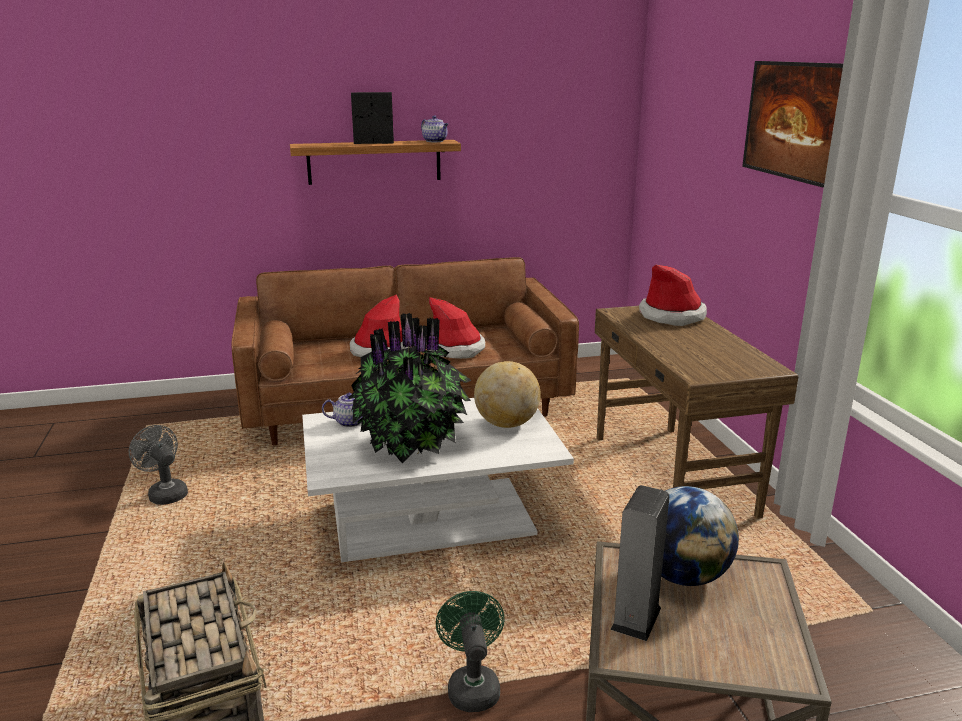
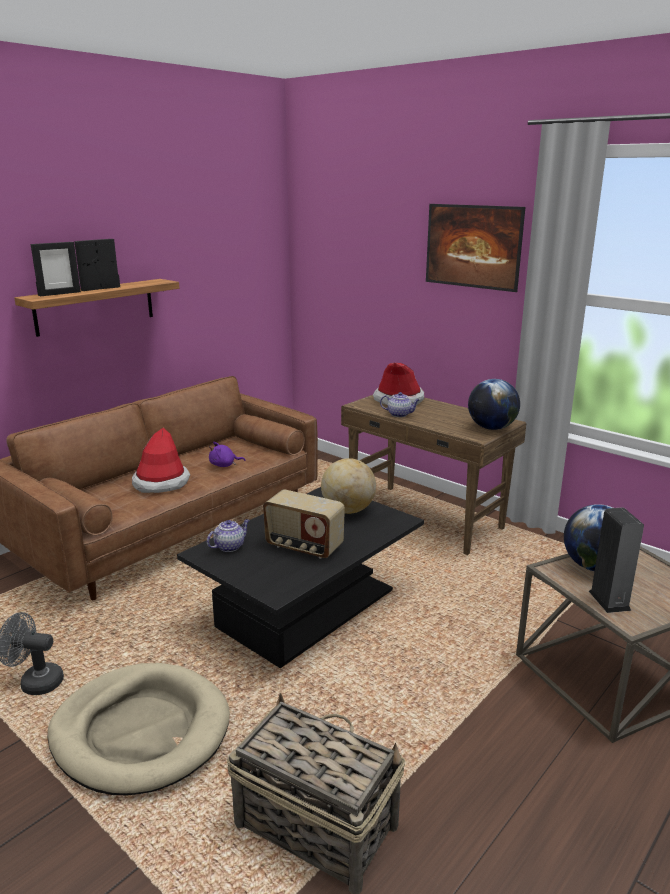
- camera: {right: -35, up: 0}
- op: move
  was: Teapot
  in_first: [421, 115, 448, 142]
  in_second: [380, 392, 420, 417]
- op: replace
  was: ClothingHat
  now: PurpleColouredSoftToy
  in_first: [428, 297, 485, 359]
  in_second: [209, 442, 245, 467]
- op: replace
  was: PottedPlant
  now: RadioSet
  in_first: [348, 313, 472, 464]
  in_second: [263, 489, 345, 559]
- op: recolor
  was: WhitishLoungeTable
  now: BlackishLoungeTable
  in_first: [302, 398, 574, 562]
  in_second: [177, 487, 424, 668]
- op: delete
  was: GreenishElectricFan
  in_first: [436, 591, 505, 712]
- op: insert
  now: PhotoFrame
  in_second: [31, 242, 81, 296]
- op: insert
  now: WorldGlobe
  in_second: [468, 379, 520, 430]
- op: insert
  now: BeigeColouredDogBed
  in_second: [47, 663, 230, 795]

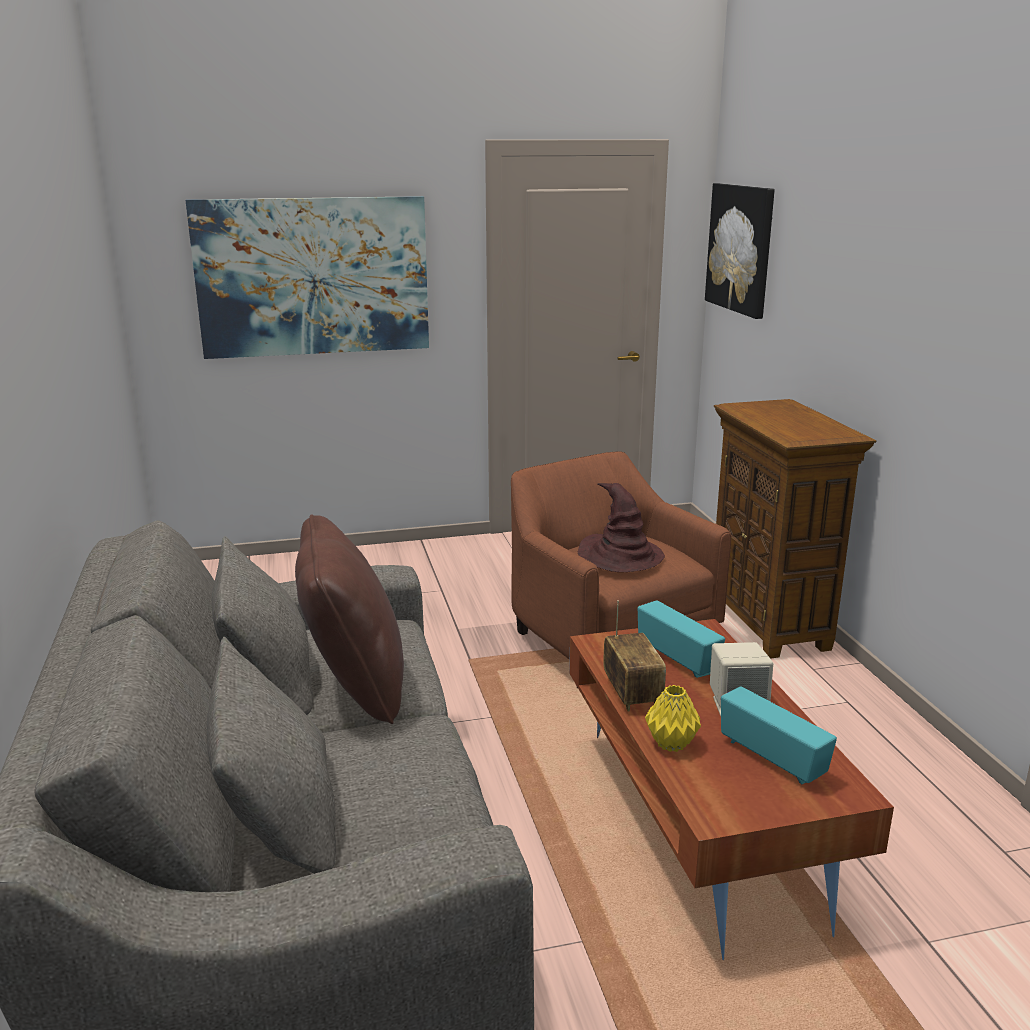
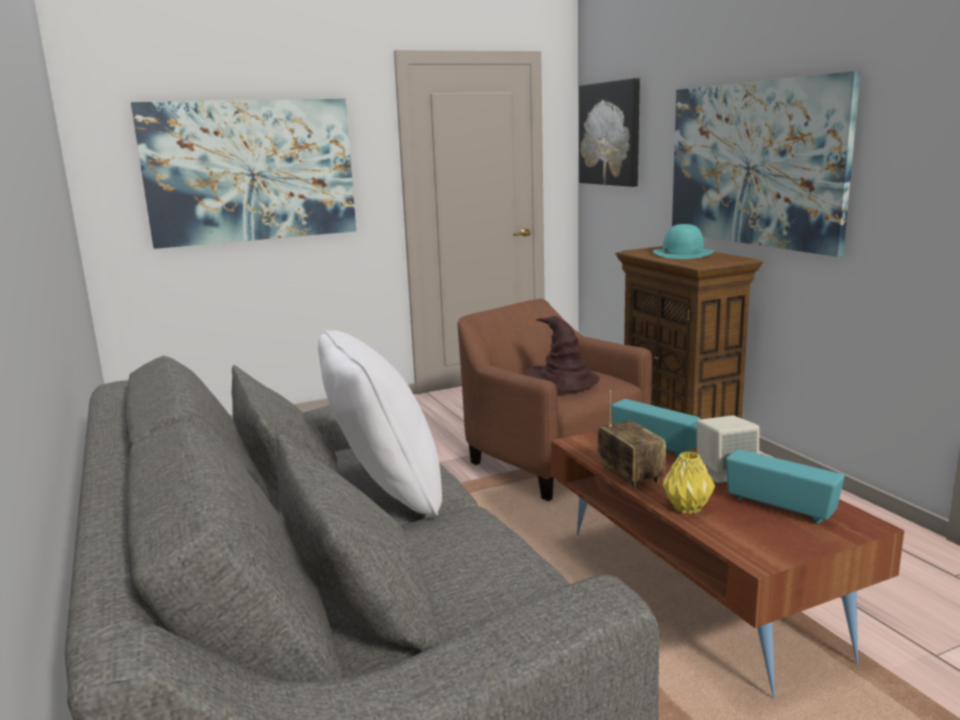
- camera: {right: -10, up: -5}
- op: recolor
  was: BrownThrowPillow
  now: WhitishThrowPillow
  in_first: [295, 514, 404, 724]
  in_second: [318, 330, 442, 516]
- op: insert
  now: WallArt
  in_second: [672, 71, 861, 257]
- op: insert
  now: TurquoiseClothingHat
  in_second: [653, 224, 714, 259]

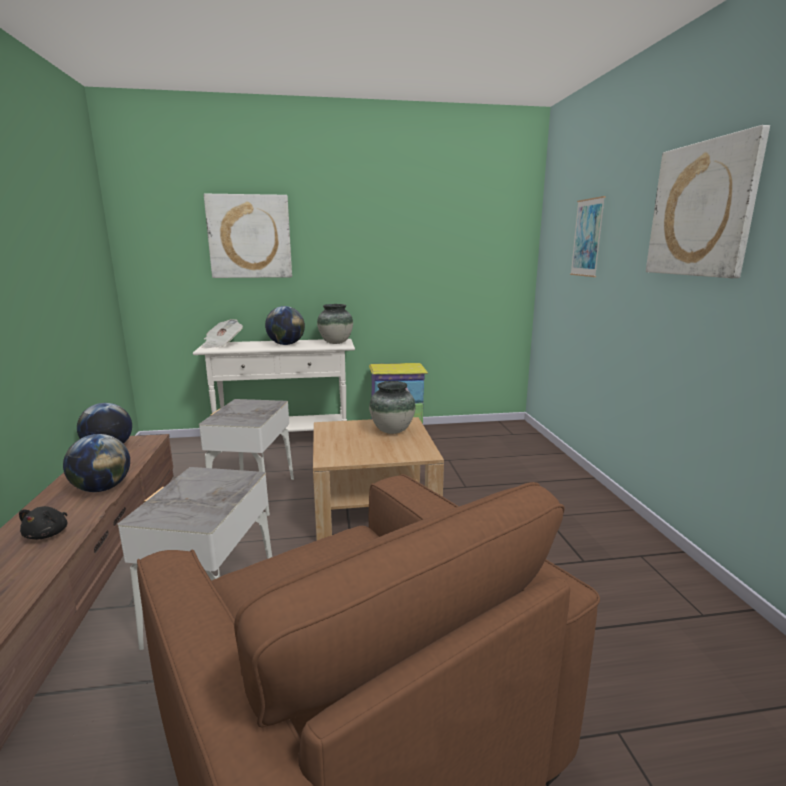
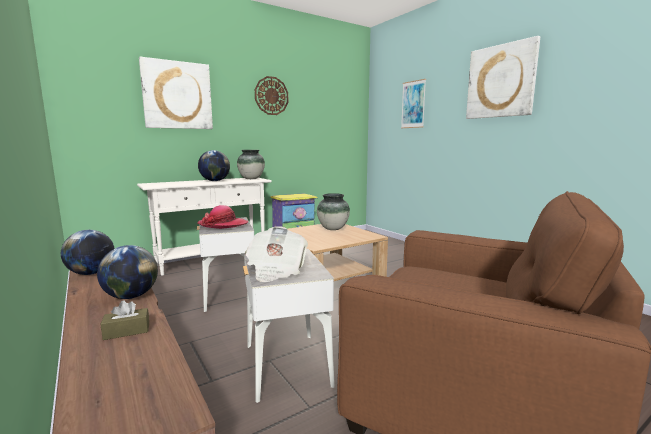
- camera: {right: -25, up: -5}
- op: move
  was: Newspaper
  in_first: [201, 319, 243, 348]
  in_second: [245, 226, 308, 282]
- op: replace
  was: BlackishSoftToy
  now: BrownTissueBox
  in_first: [19, 506, 67, 540]
  in_second: [100, 300, 149, 340]
- op: insert
  now: WallClock
  in_second: [255, 76, 288, 115]
- op: insert
  now: ClothingHat
  in_second: [197, 205, 248, 229]

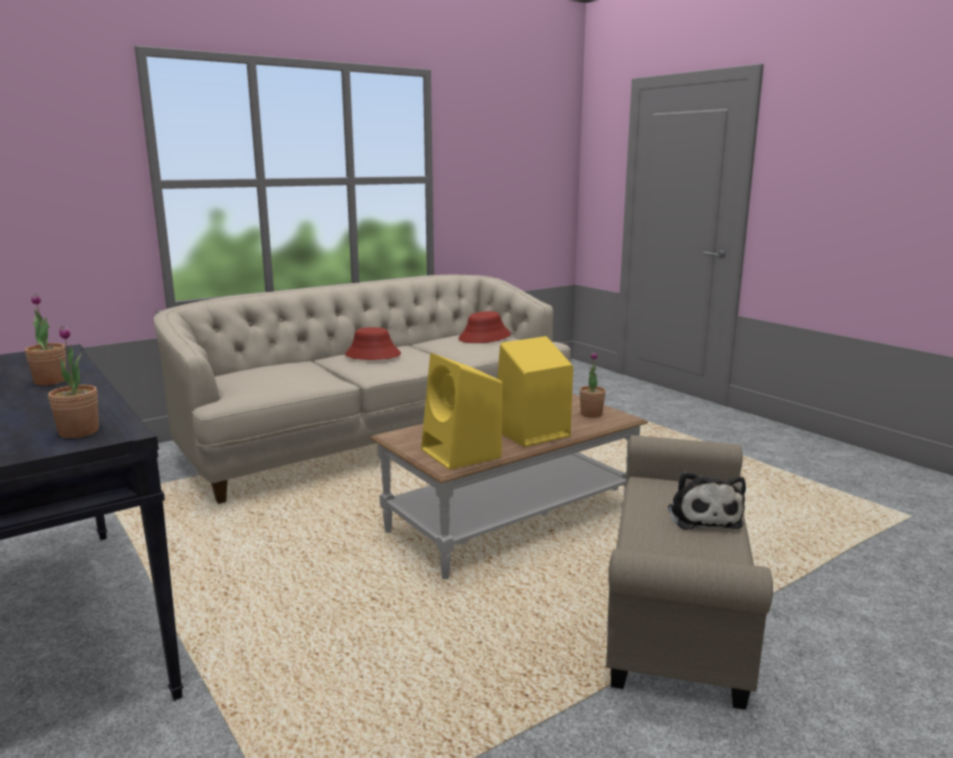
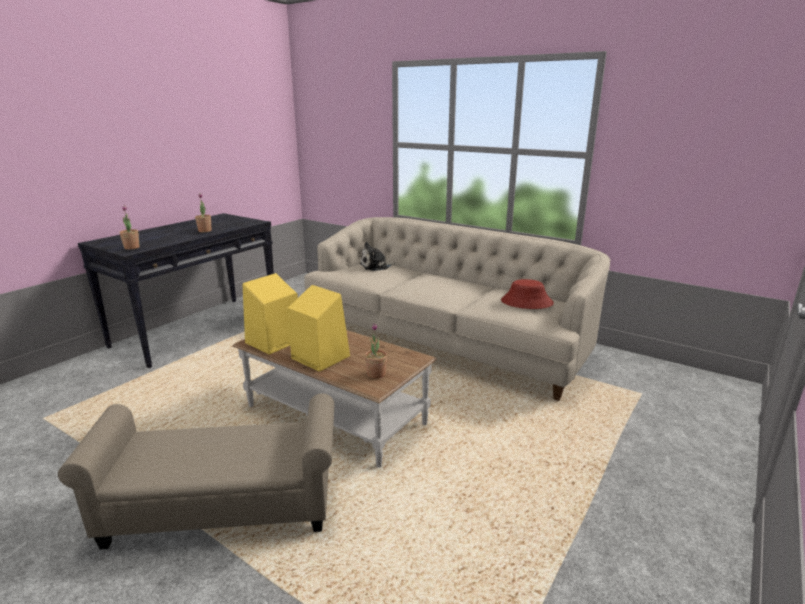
- camera: {right: 70, up: 5}
- op: delete
  was: RedColouredClothingHat
  in_first: [345, 327, 401, 360]
- op: move
  was: SoftToy
  in_first: [668, 471, 746, 530]
  in_second: [360, 242, 395, 271]

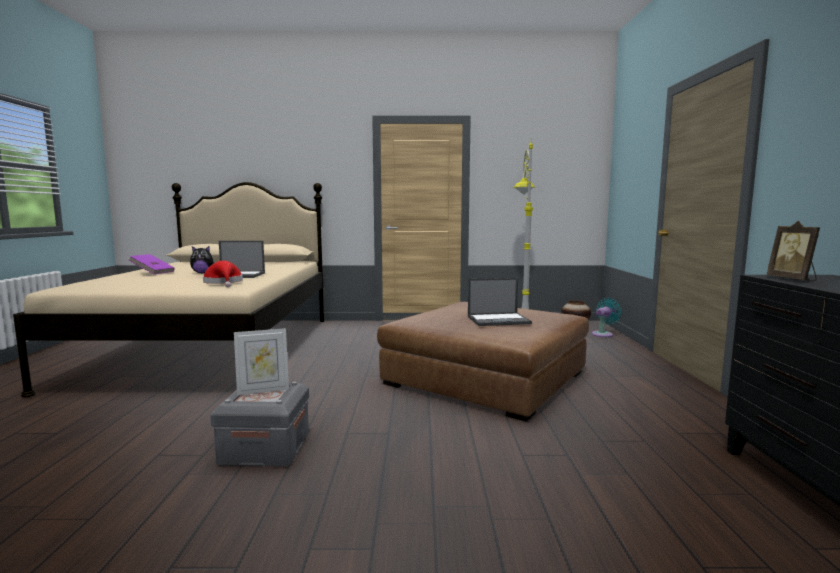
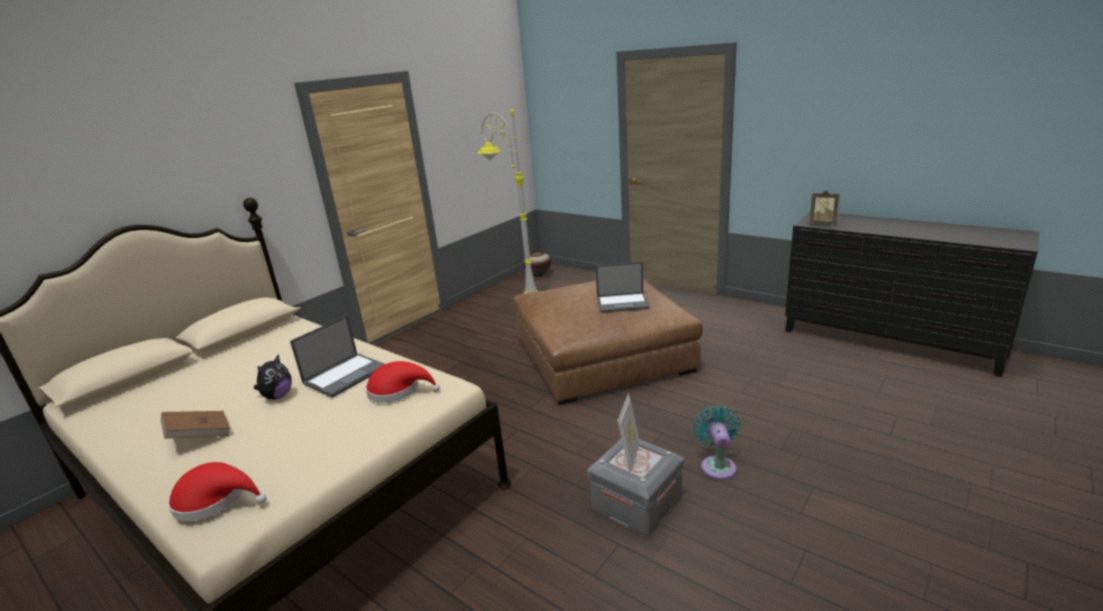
- camera: {right: -50, up: 15}
- op: recolor
  was: PurpleColouredBoundBook
  now: BrownBoundBook
  in_first: [129, 254, 175, 275]
  in_second: [161, 411, 230, 439]
- op: rotate
  was: Laptop
  in_first: [468, 278, 532, 326]
  in_second: [595, 262, 650, 313]
  clockwise: 60
- op: move
  was: TurquoiseElectricFan
  in_first: [592, 298, 622, 337]
  in_second: [693, 406, 740, 480]
- op: insert
  now: RedColouredClothingHat
  in_second: [168, 462, 267, 521]

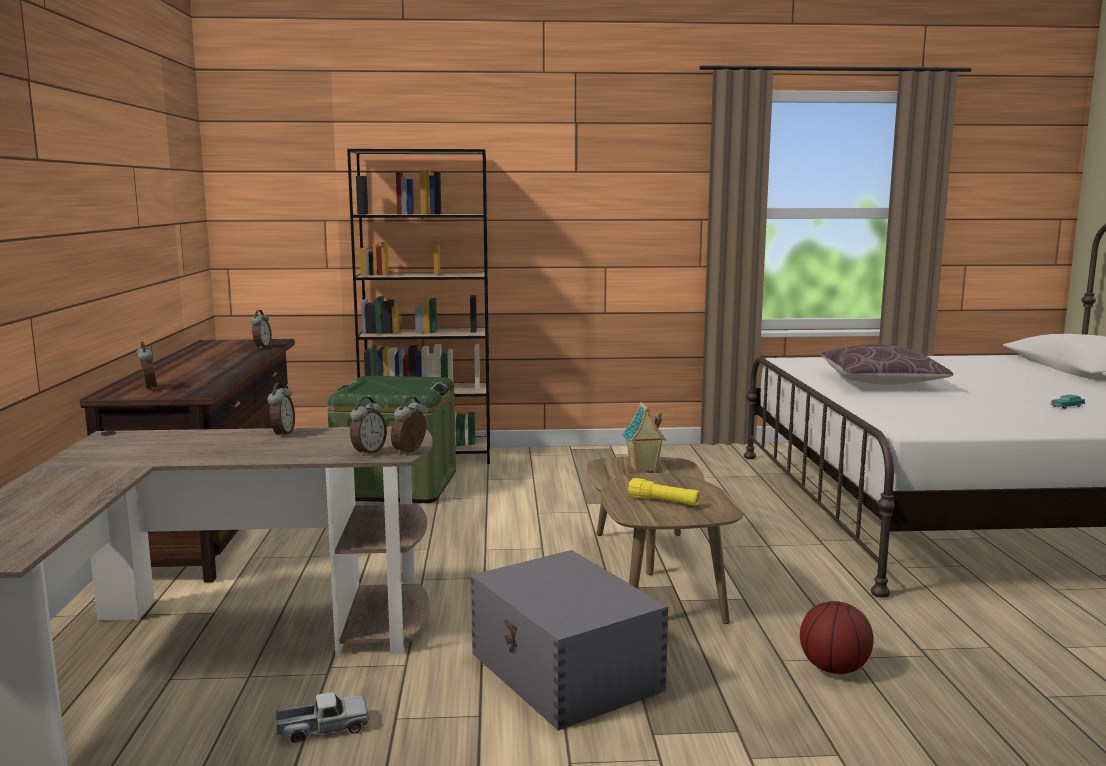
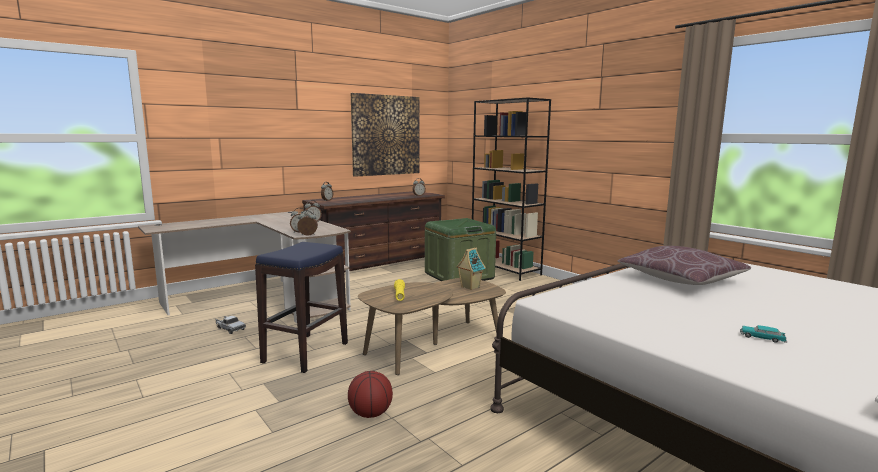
- camera: {right: 55, up: 0}
- op: replace
  was: GrayStorageBox
  now: Stool
  in_first: [471, 550, 668, 731]
  in_second: [255, 242, 348, 373]
- op: insert
  now: WallArt
  in_second: [351, 93, 420, 177]

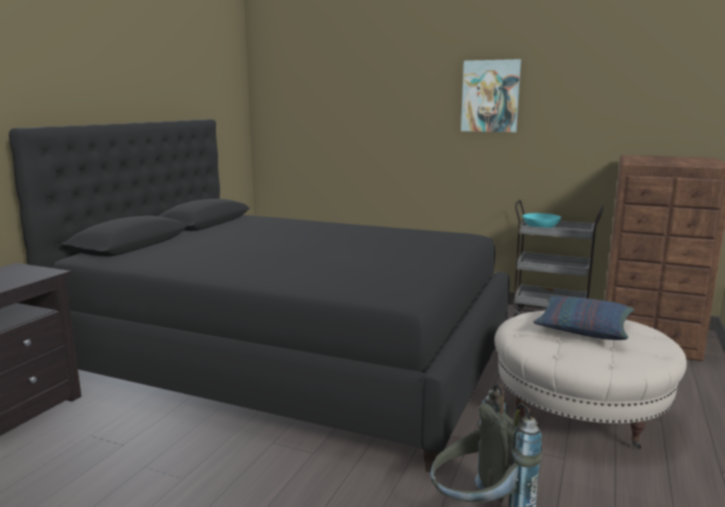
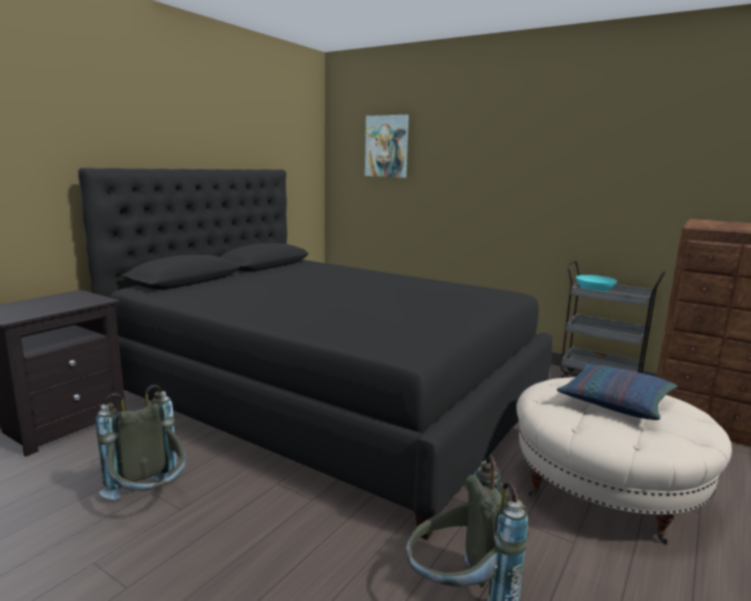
- camera: {right: 10, up: 0}
- op: move
  was: WallArt
  in_first: [461, 59, 521, 132]
  in_second: [365, 115, 409, 178]
- op: insert
  now: GrayBackpack
  in_second: [96, 385, 186, 500]

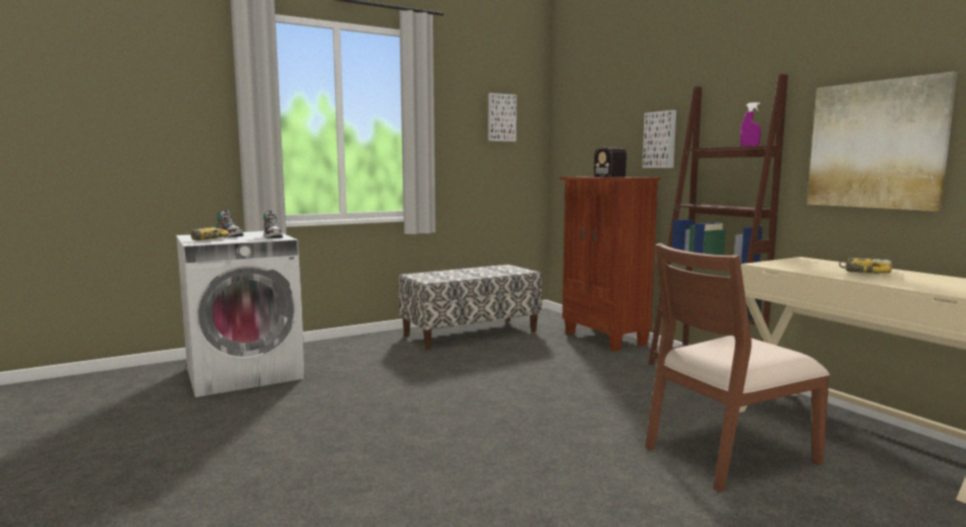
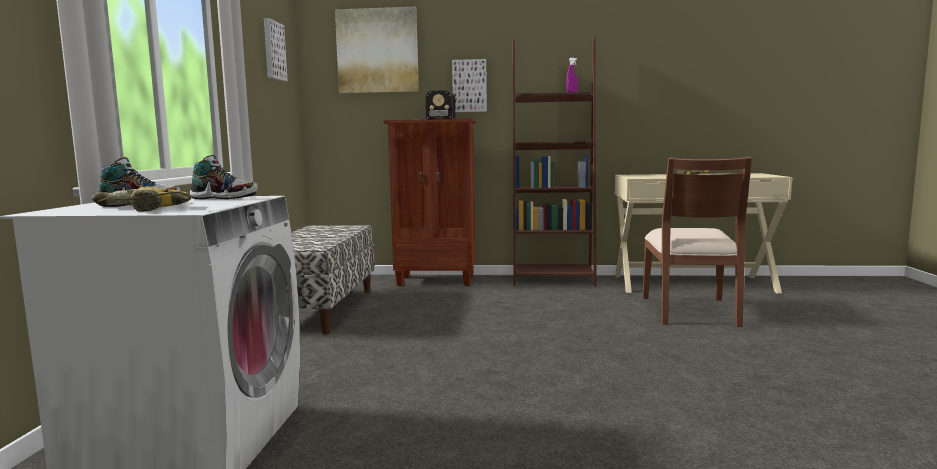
- camera: {right: -55, up: 0}
- op: move
  was: WallArt
  in_first: [807, 72, 957, 211]
  in_second: [335, 7, 419, 94]

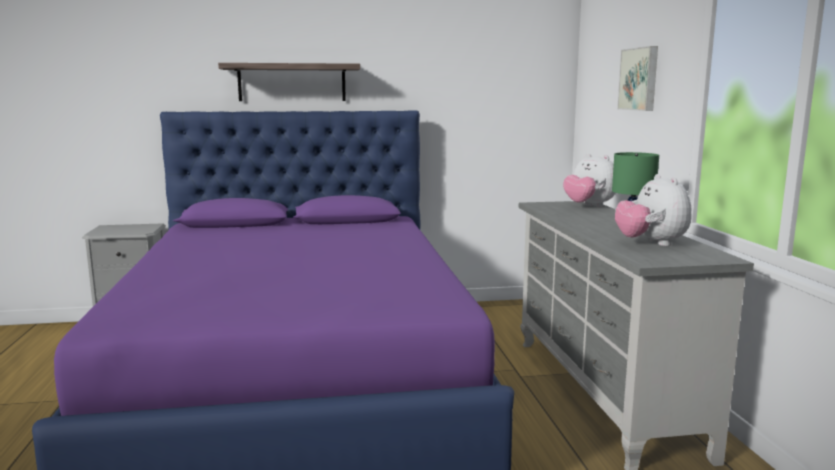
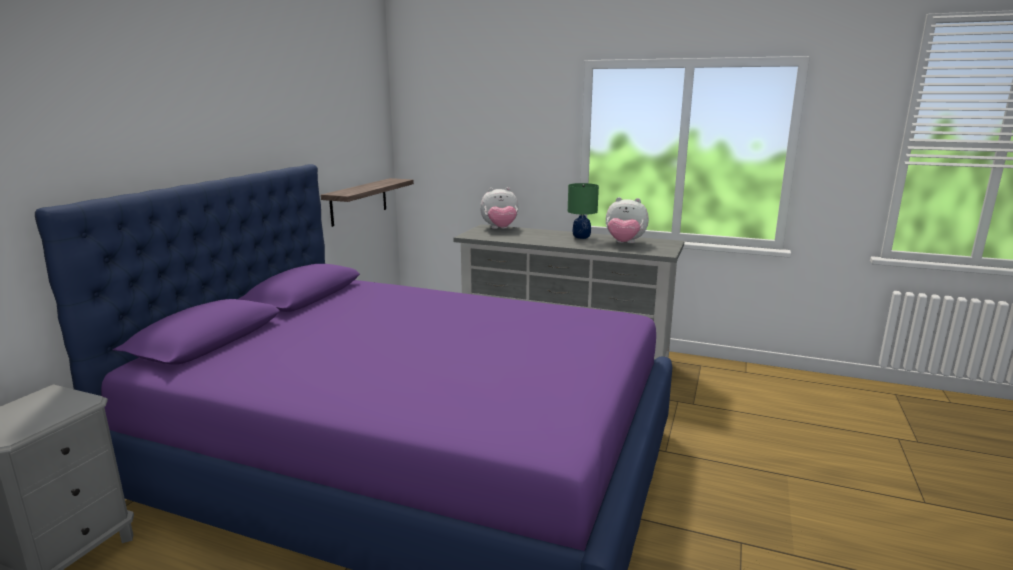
- camera: {right: -60, up: 5}
- op: delete
  was: WallArt
  in_first: [617, 46, 658, 111]
- op: move
  was: BracketShelf
  in_first: [218, 63, 360, 101]
  in_second: [321, 178, 414, 227]

